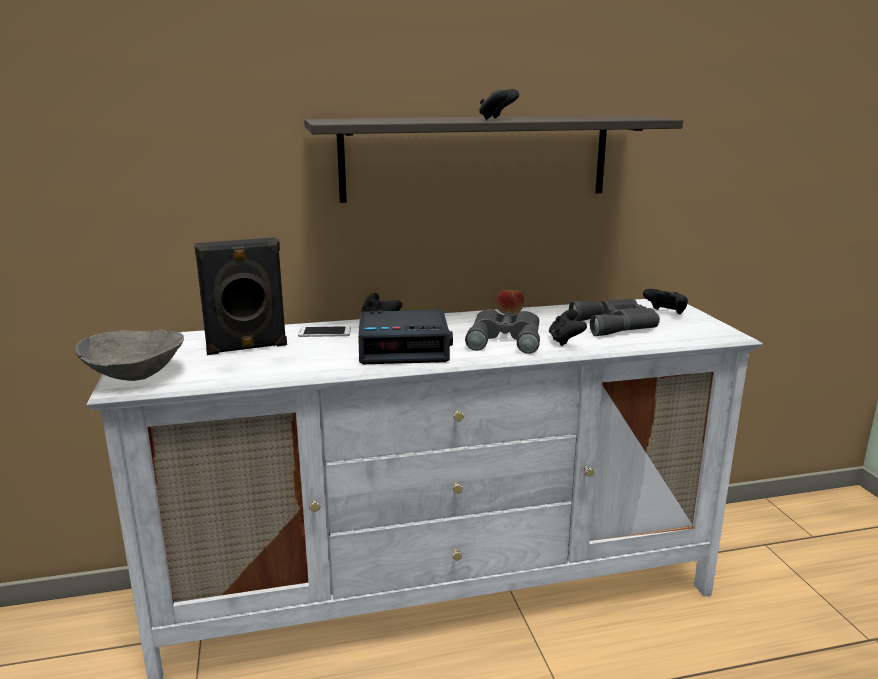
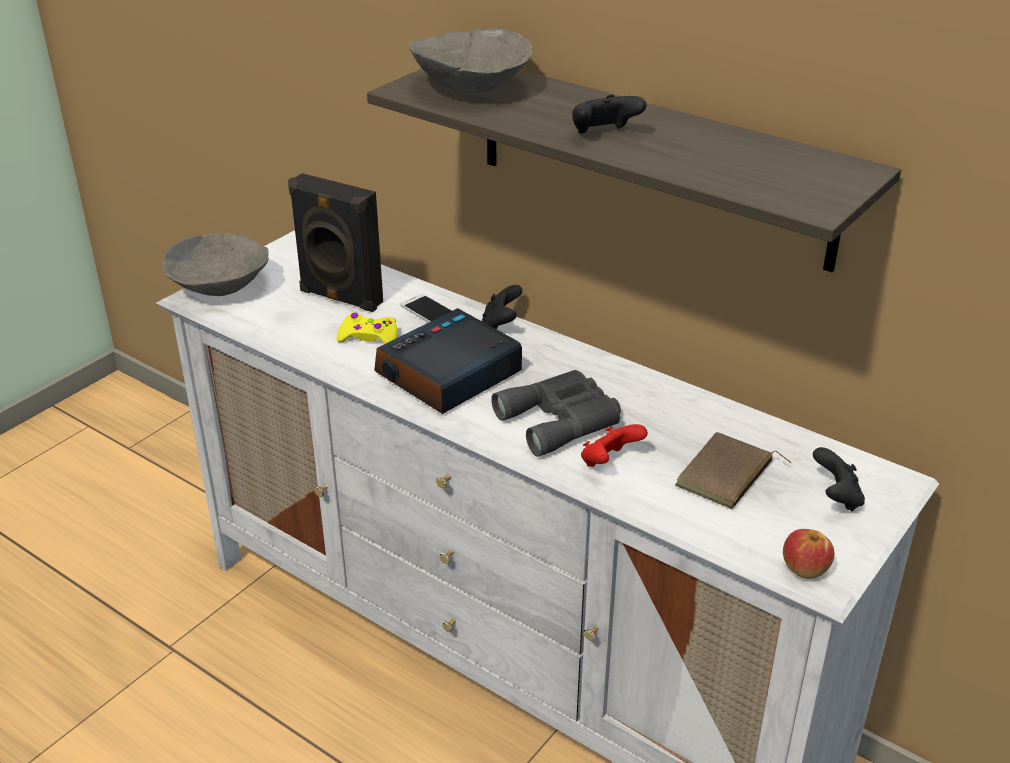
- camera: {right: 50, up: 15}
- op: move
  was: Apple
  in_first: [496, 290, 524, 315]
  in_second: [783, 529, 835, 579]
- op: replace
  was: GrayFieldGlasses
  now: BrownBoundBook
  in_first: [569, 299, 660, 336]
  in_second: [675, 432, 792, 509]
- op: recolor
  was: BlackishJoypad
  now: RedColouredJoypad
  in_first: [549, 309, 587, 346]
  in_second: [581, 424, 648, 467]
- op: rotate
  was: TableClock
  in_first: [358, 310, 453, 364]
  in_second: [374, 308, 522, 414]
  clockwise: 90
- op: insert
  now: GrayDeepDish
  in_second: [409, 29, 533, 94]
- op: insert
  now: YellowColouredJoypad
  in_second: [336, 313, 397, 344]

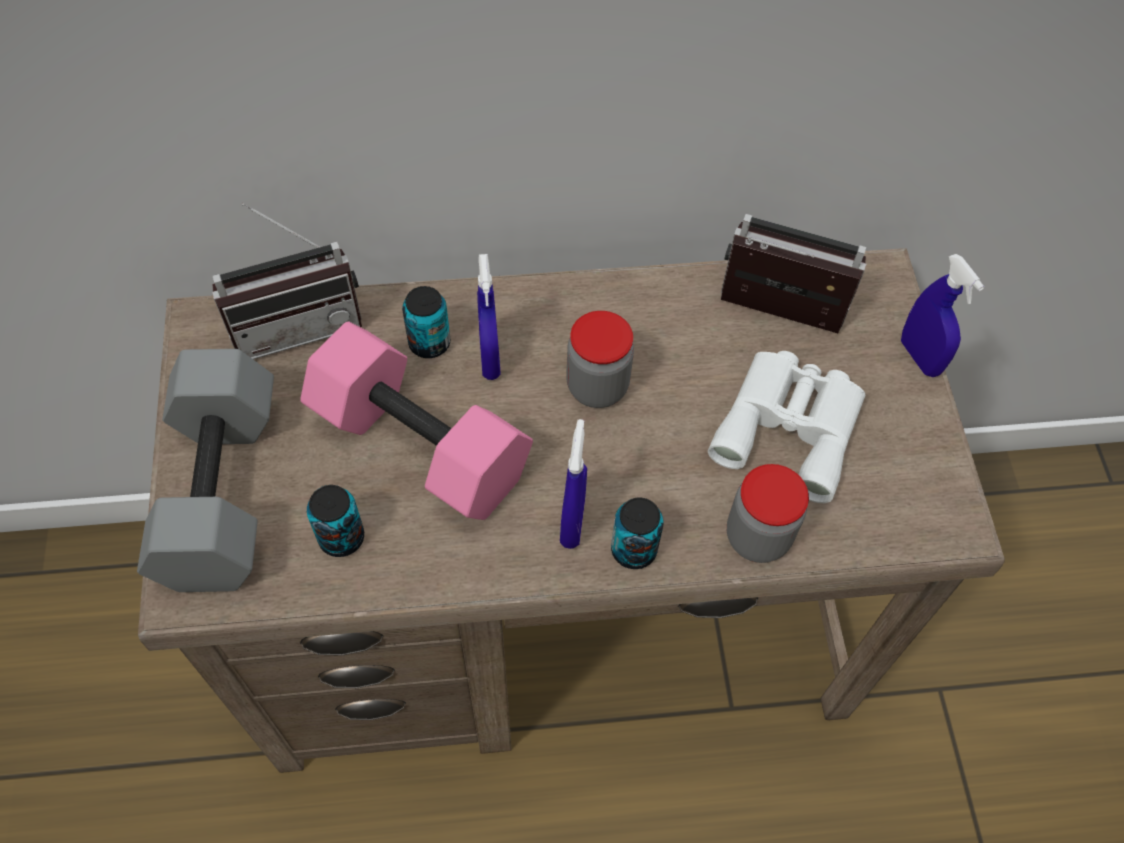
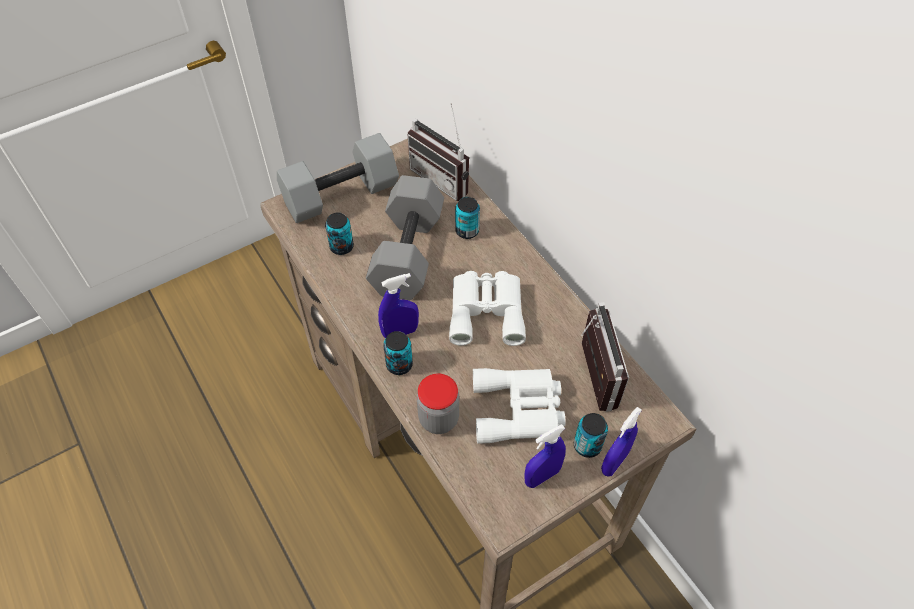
- camera: {right: 65, up: -5}
- op: move
  was: BlueColouredHandSprayer
  in_first: [477, 254, 501, 380]
  in_second: [524, 424, 566, 488]
- op: replace
  was: StorageJar
  now: WhitishFieldGlasses
  in_first: [566, 311, 634, 408]
  in_second: [449, 271, 526, 346]
- op: recolor
  was: PinkFreeWeight
  now: GrayFreeWeight
  in_first: [300, 321, 533, 520]
  in_second: [366, 175, 444, 300]
- op: insert
  now: SealedCan
  in_second: [574, 413, 608, 458]

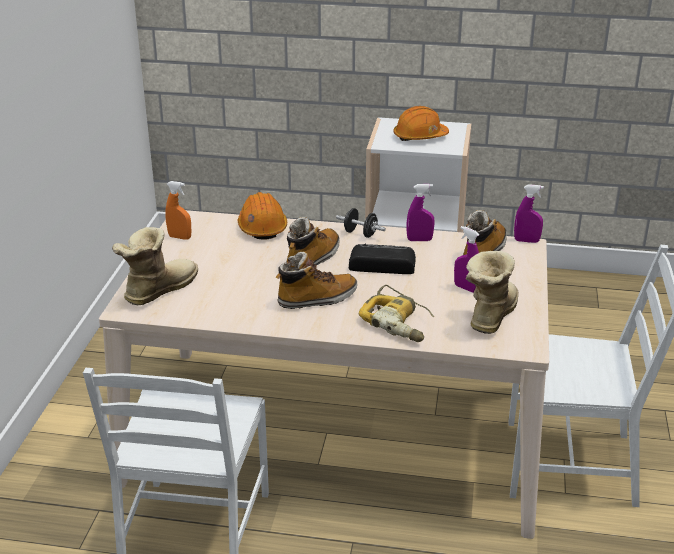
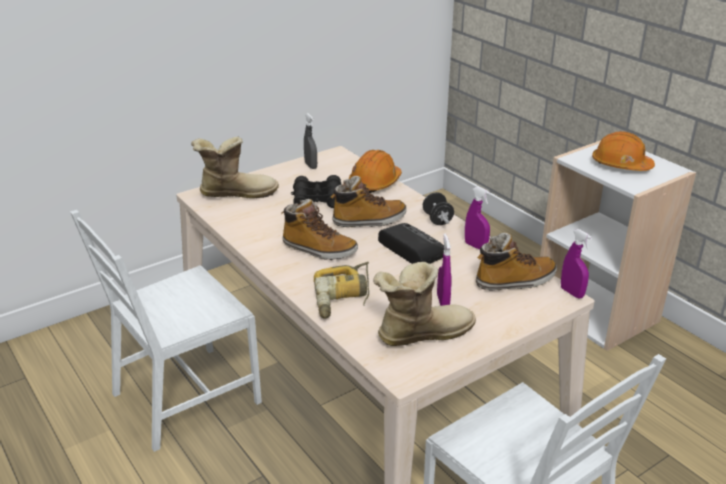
- camera: {right: 45, up: 0}
- op: recolor
  was: OrangeHandSprayer
  now: GrayHandSprayer
  in_first: [165, 181, 191, 240]
  in_second: [304, 113, 317, 169]
- op: insert
  now: BlackishFieldGlasses
  in_second: [291, 175, 341, 208]

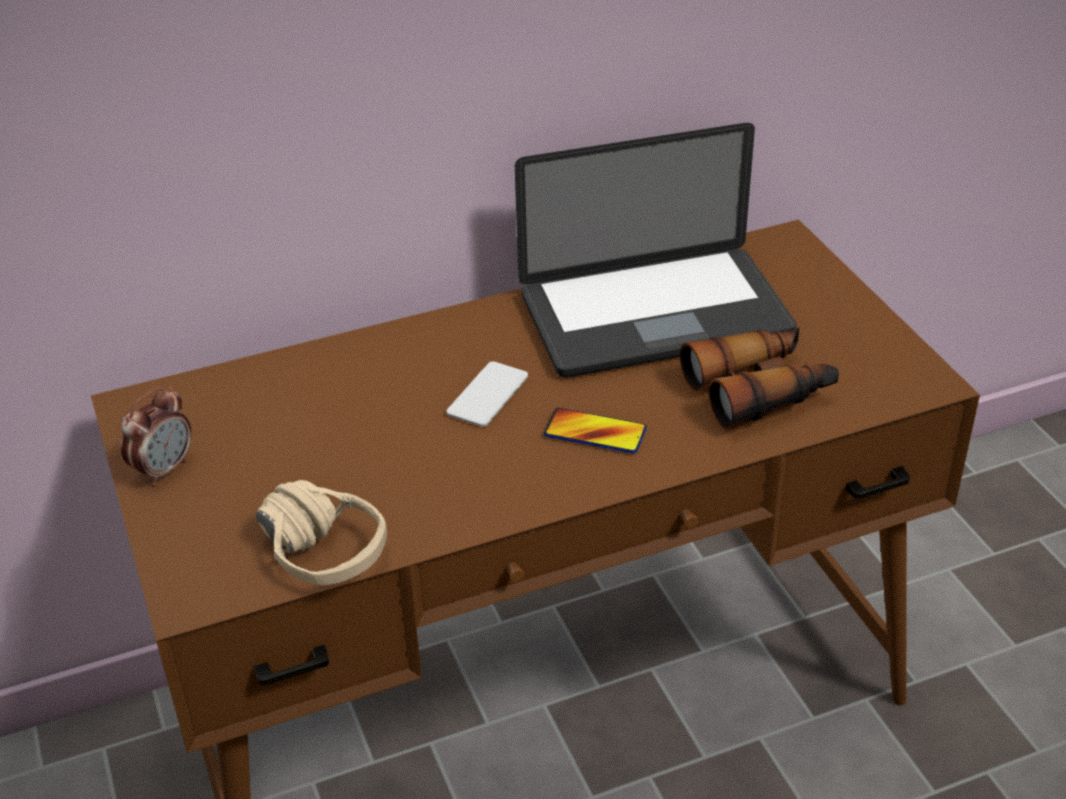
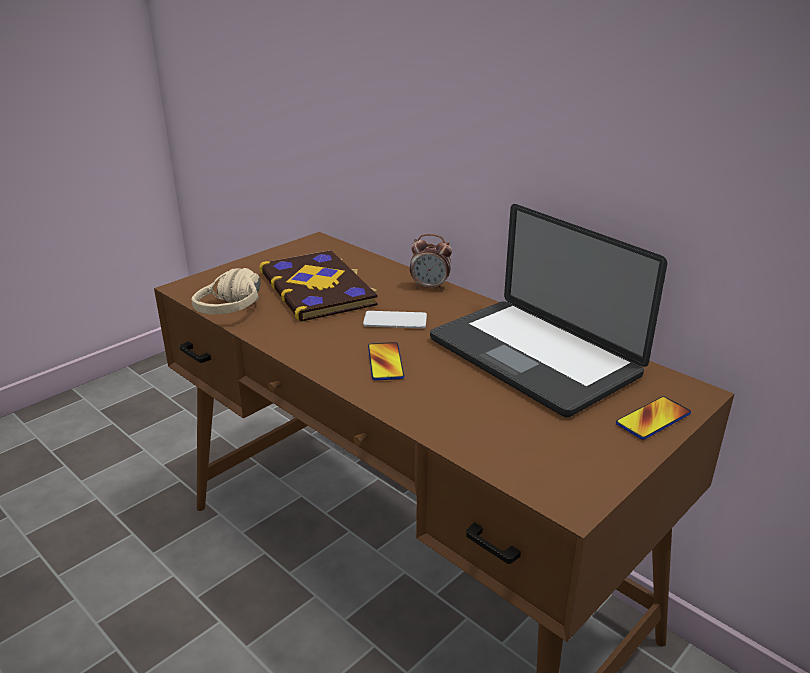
- camera: {right: 65, up: -10}
- op: delete
  was: FieldGlasses
  in_first: [680, 328, 839, 430]
- op: move
  was: TableClock
  in_first: [121, 386, 192, 486]
  in_second: [410, 234, 452, 291]
- op: insert
  now: BoundBook
  in_second: [259, 250, 378, 322]
- op: insert
  now: Handset
  in_second: [616, 396, 691, 440]

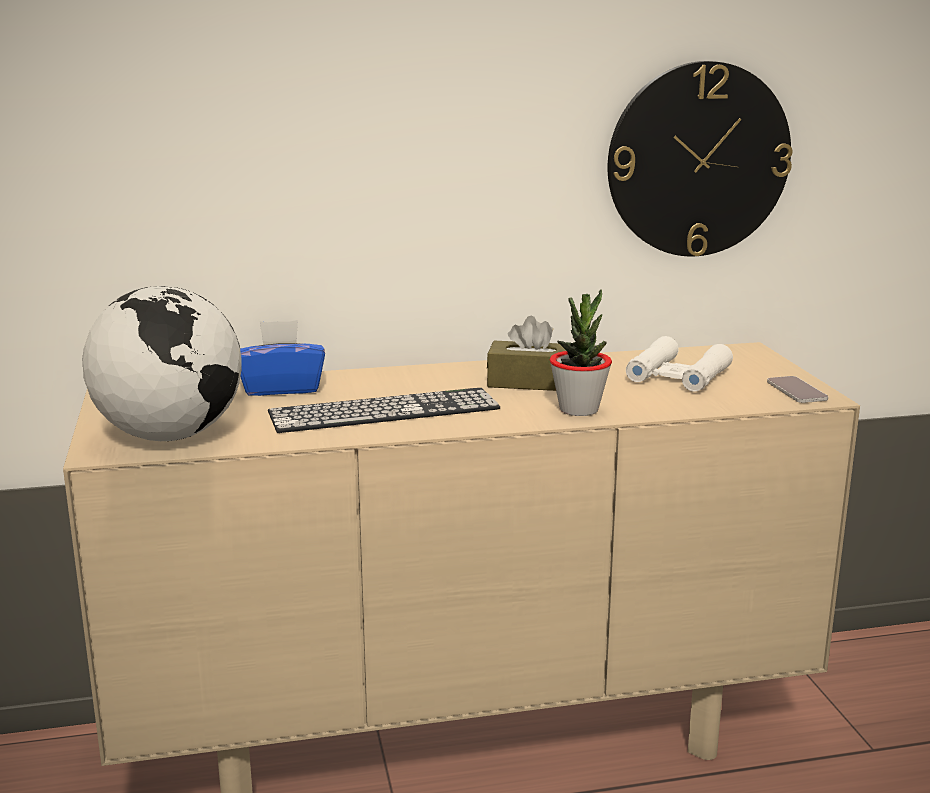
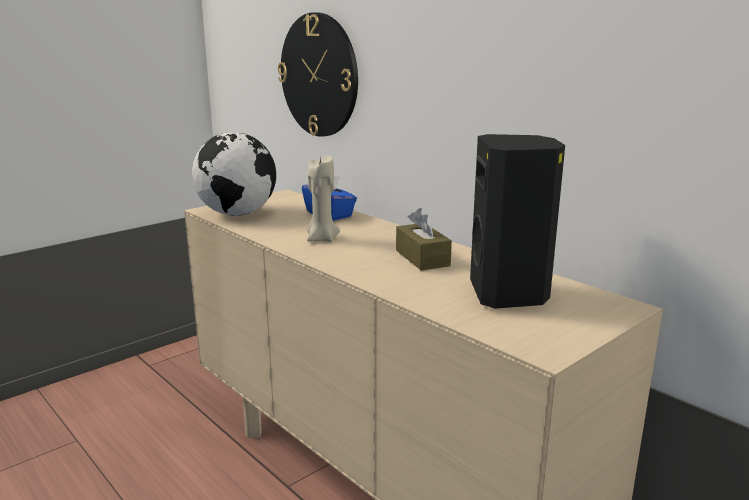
- camera: {right: 60, up: 0}
- op: move
  was: WallClock
  in_first: [608, 61, 792, 256]
  in_second: [278, 12, 358, 137]
- op: delete
  was: PottedPlant
  in_first: [550, 289, 612, 416]
- op: replace
  was: WhitishFieldGlasses
  now: BlackishLoudspeaker
  in_first: [626, 336, 733, 392]
  in_second: [470, 134, 565, 309]
- op: delete
  was: Handset
  in_first: [767, 376, 828, 403]
- op: replace
  was: ComputerKeyboard
  now: BeigeColouredWaxCandle
  in_first: [268, 388, 500, 433]
  in_second: [307, 156, 340, 242]

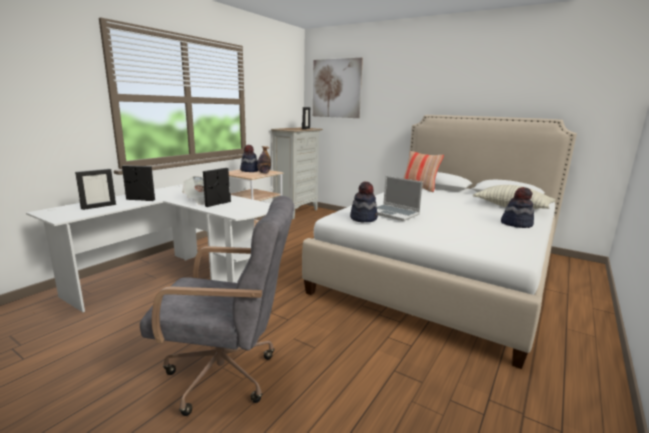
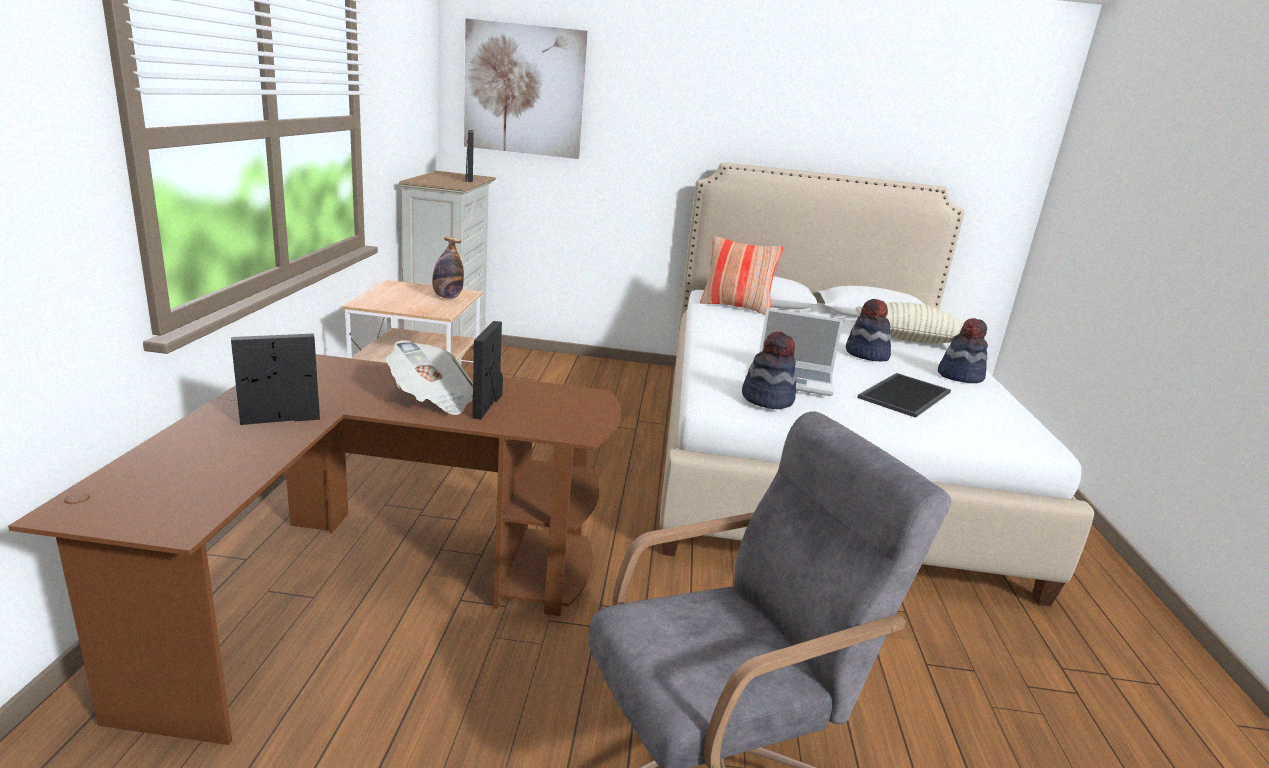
- camera: {right: -30, up: 5}
- op: move
  was: ClothingHat
  in_first: [240, 145, 258, 172]
  in_second: [846, 299, 891, 361]
- op: delete
  was: PhotoFrame
  in_first: [75, 169, 116, 210]
- op: recolor
  was: WhitishDesk
  now: BrownDesk
  in_first: [26, 185, 271, 312]
  in_second: [8, 354, 621, 745]
- op: insert
  now: CarryingTray
  in_second: [857, 373, 951, 418]

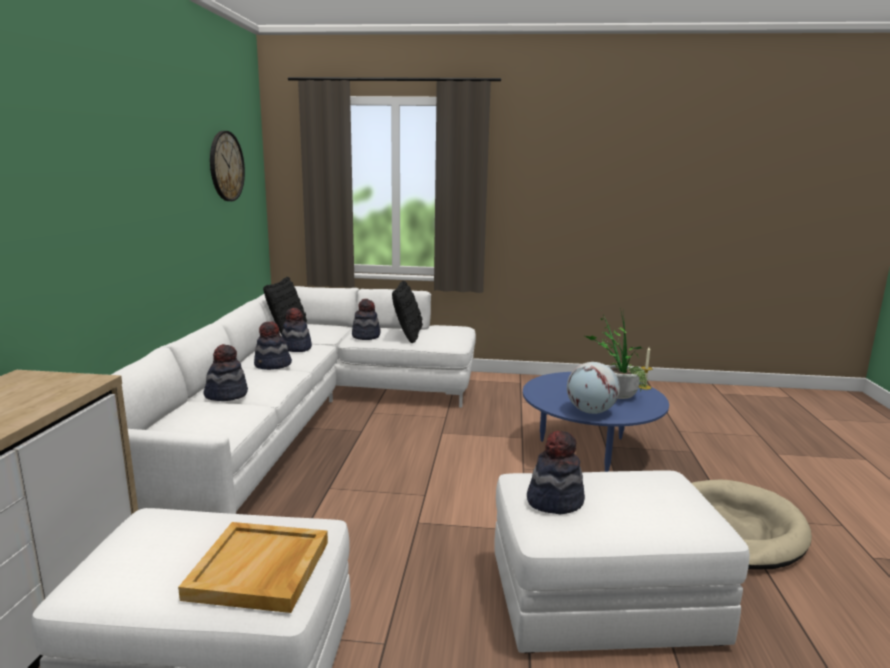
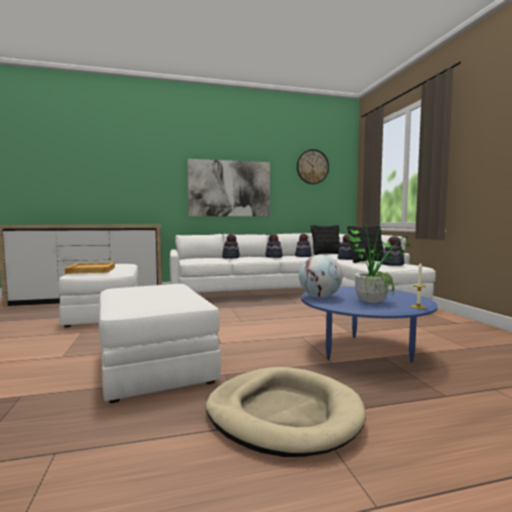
- camera: {right: 70, up: -10}
- op: move
  was: ClothingHat
  in_first: [527, 431, 585, 514]
  in_second: [381, 236, 404, 266]
- op: insert
  now: WallArt
  in_second: [188, 159, 270, 216]

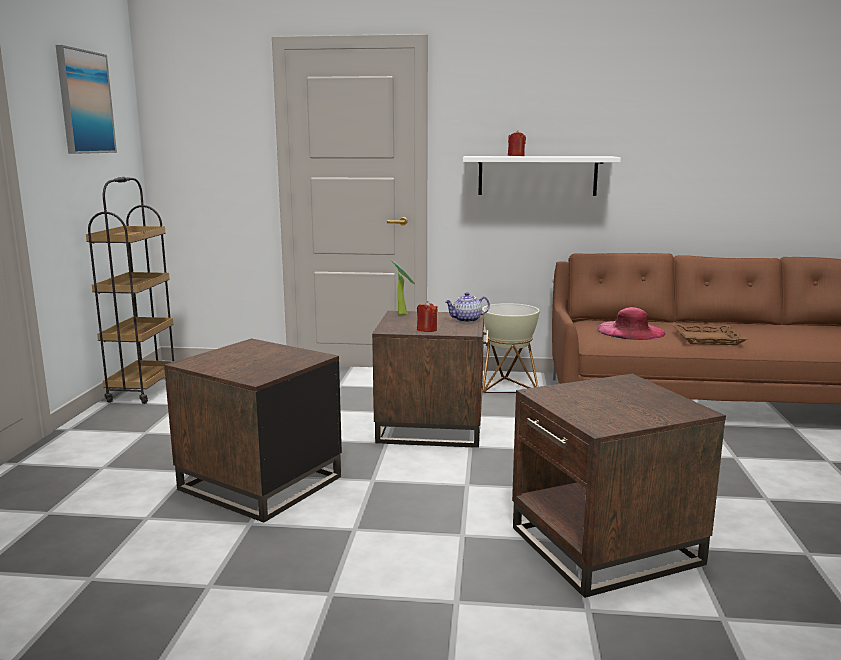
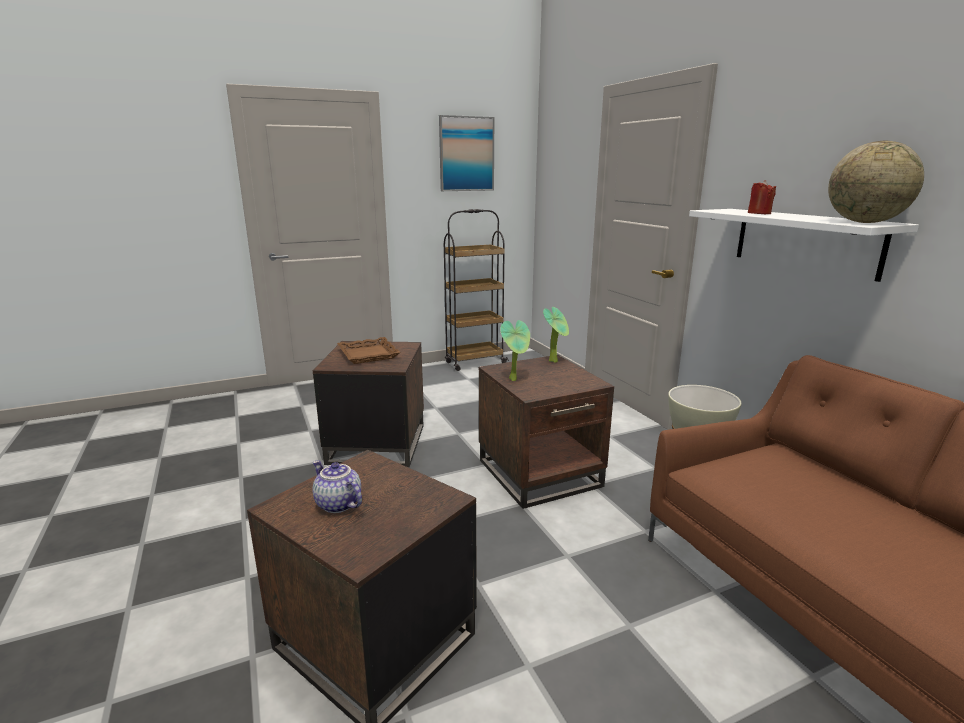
- camera: {right: 60, up: 5}
- op: move
  was: Teapot
  in_first: [444, 292, 490, 323]
  in_second: [312, 460, 362, 513]
- op: replace
  was: RedColouredWaxCandle
  now: PottedPlant
  in_first: [417, 301, 438, 332]
  in_second: [500, 320, 530, 381]
- op: delete
  was: PinkClothingHat
  in_first: [597, 307, 665, 340]
- op: move
  was: BrownCarryingTray
  in_first: [672, 324, 747, 345]
  in_second: [337, 337, 401, 364]
- op: insert
  now: WorldGlobe
  in_second: [828, 141, 924, 223]

